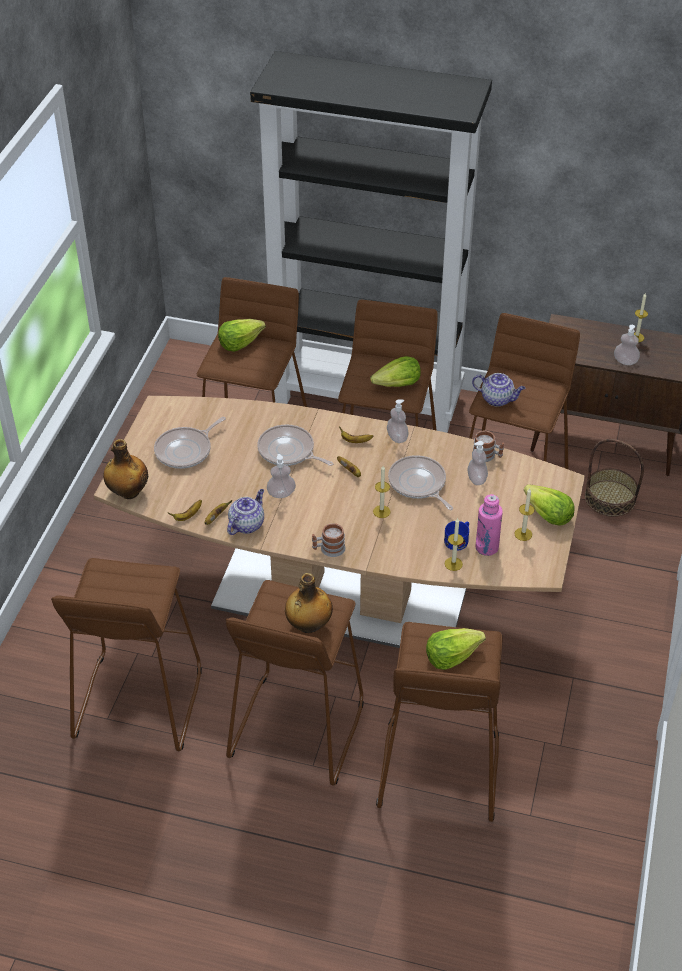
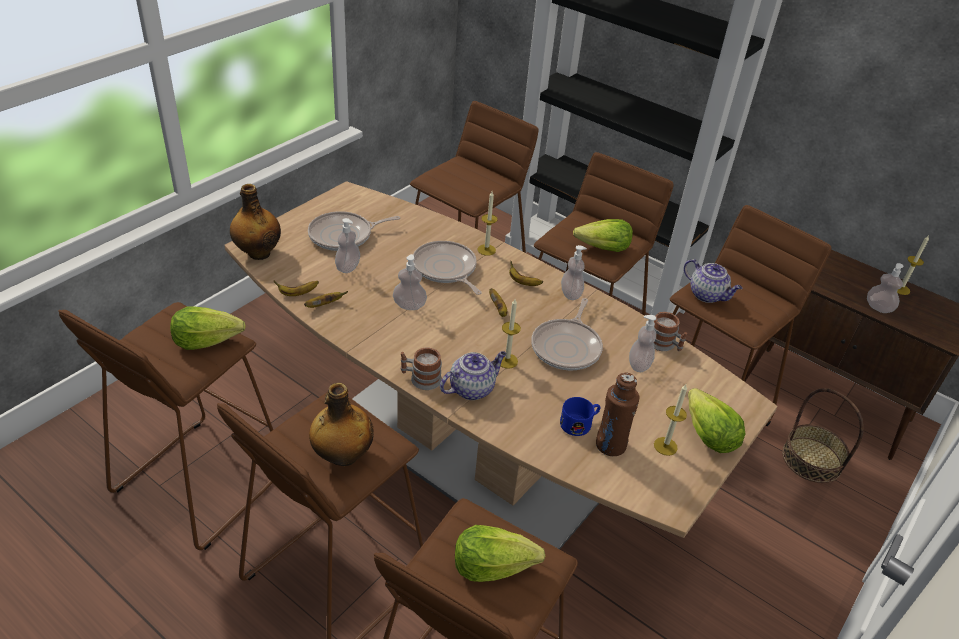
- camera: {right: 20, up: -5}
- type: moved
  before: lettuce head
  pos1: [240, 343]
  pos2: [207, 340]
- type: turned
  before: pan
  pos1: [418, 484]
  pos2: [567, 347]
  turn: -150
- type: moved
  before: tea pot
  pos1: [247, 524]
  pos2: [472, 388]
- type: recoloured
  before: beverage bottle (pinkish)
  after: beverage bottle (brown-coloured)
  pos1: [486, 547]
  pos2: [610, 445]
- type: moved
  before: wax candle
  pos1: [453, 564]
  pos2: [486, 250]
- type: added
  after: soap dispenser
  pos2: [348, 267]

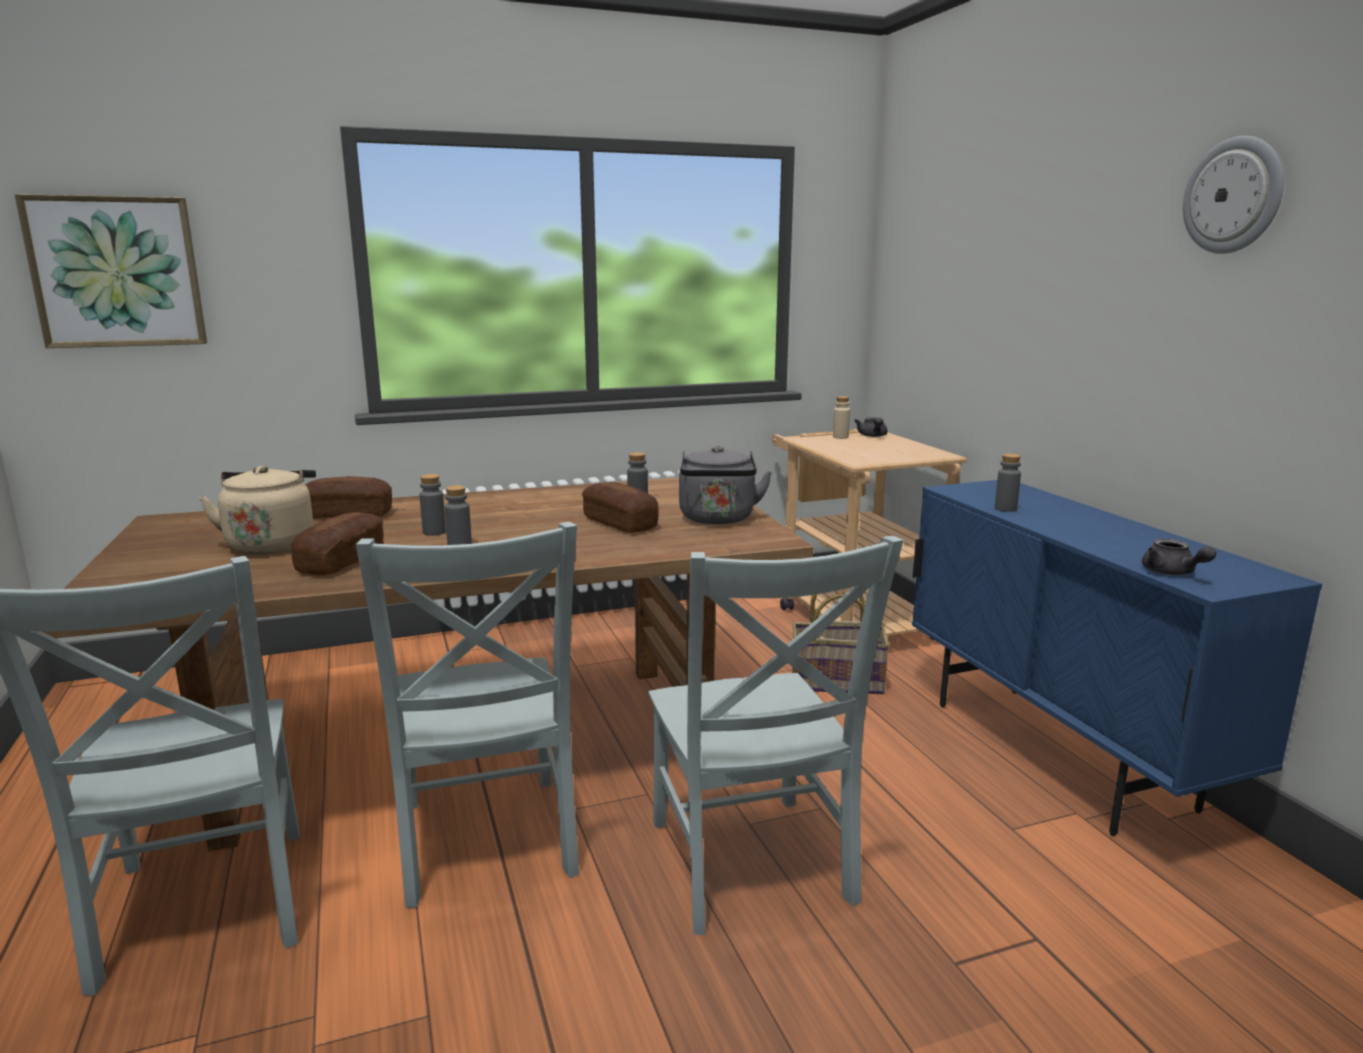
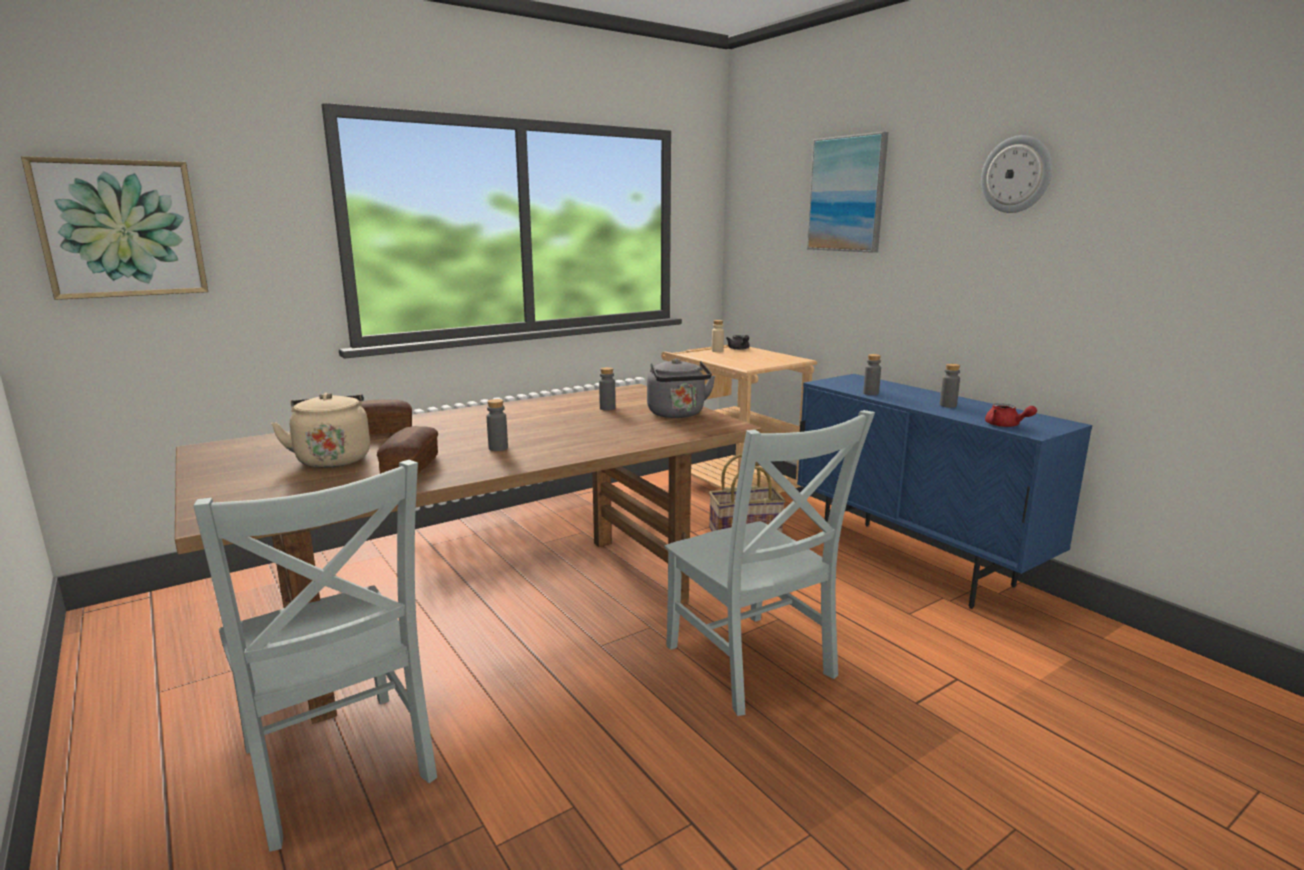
- camera: {right: -15, up: 0}
- type: moved
  before: beverage bottle (gray)
  pos1: [434, 532]
  pos2: [948, 405]
- type: removed
  before: bread
  pos1: [620, 523]
- type: removed
  before: chair (gray)
  pos1: [486, 844]
- type: recoloured
  before: tea pot (gray)
  after: tea pot (reddish)
  pos1: [1172, 573]
  pos2: [1006, 426]
- type: added
  after: wall picture
  pos2: [847, 194]

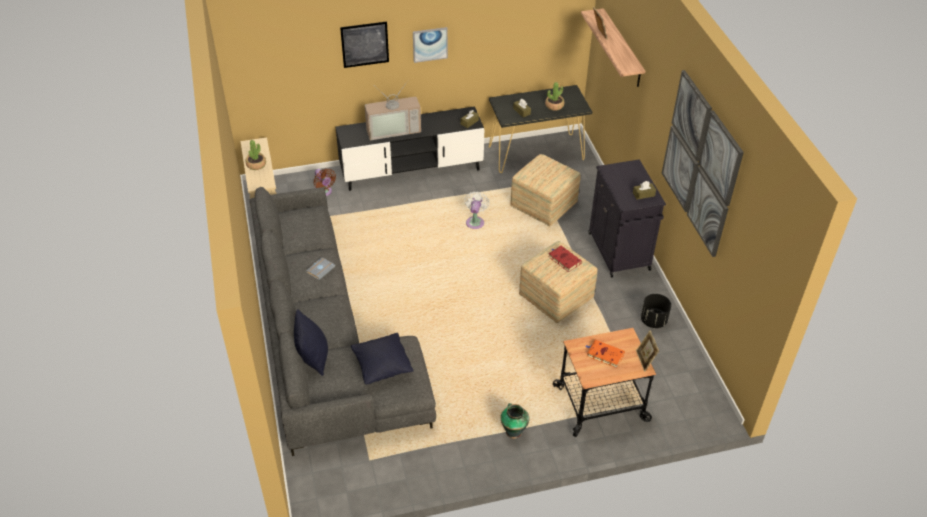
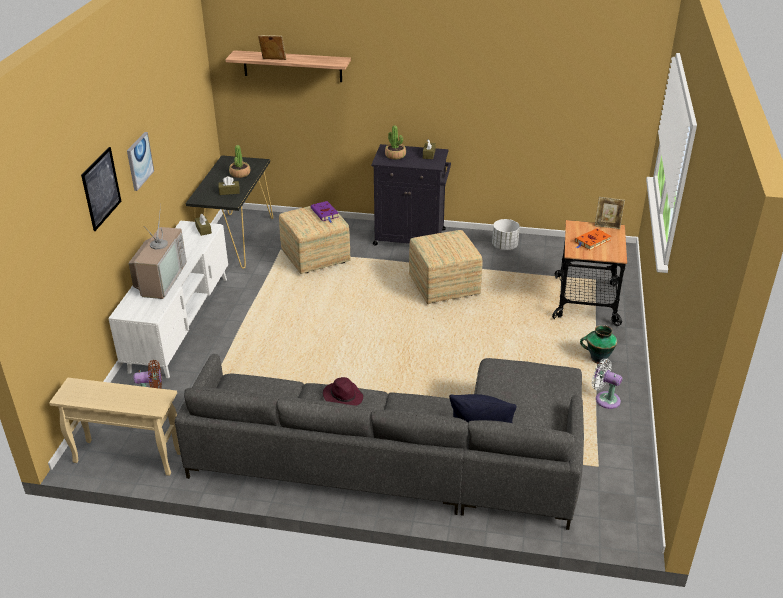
- camera: {right: -65, up: -10}
- type: removed
  before: wall picture
  pos1: [700, 163]
- type: recoloured
  before: tv stand (blackish)
  after: tv stand (white-coloured)
  pos1: [411, 170]
  pos2: [180, 323]
- type: moved
  before: plant in a pot
  pos1: [256, 164]
  pos2: [395, 155]
- type: moved
  before: electric fan (white-coloured)
  pos1: [475, 221]
  pos2: [605, 399]
- type: removed
  before: bound book (reddish)
  pos1: [563, 259]
- type: replaced
  before: bound book (gray)
  after: clothing hat (purple)
  pos1: [320, 269]
  pos2: [342, 397]
- type: recoloured
  before: planter (blackish)
  after: planter (white-coloured)
  pos1: [653, 321]
  pos2: [504, 246]
- type: removed
  before: cushion (blackish)
  pos1: [382, 367]
- type: added
  after: bound book (purple)
  pos2: [325, 213]

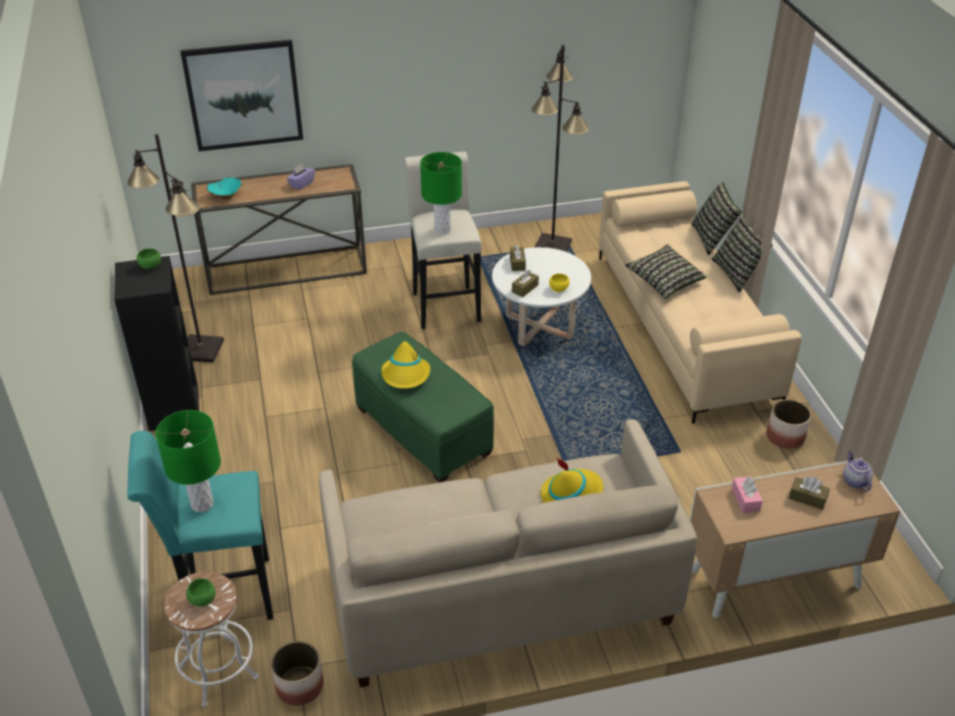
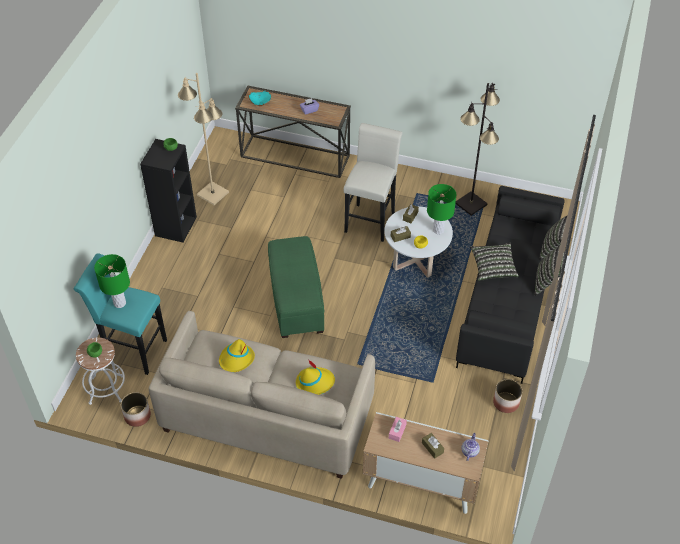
- camera: {right: 30, up: 10}
- type: removed
  before: wall picture
  pos1: [244, 95]
- type: recoloured
  before: floor lamp (blackish)
  after: floor lamp (sand-coloured)
  pos1: [201, 349]
  pos2: [213, 193]
- type: moved
  before: tabletop lamp (green-coloured)
  pos1: [442, 229]
  pos2: [438, 230]
- type: recoloured
  before: couch (sand-coloured)
  after: couch (blackish)
  pos1: [684, 327]
  pos2: [508, 300]
- type: moved
  before: clothing hat (yellow)
  pos1: [406, 376]
  pos2: [236, 359]

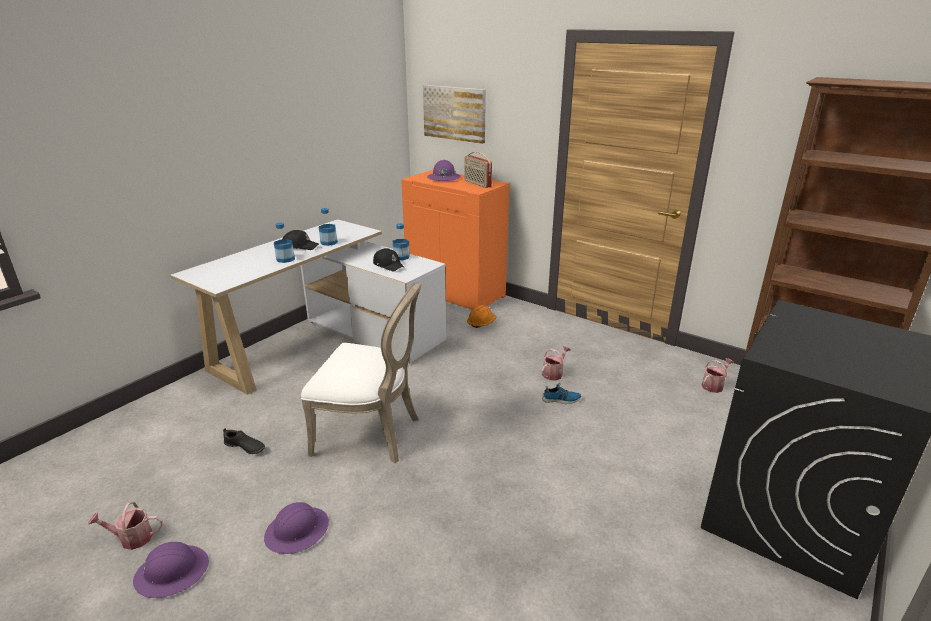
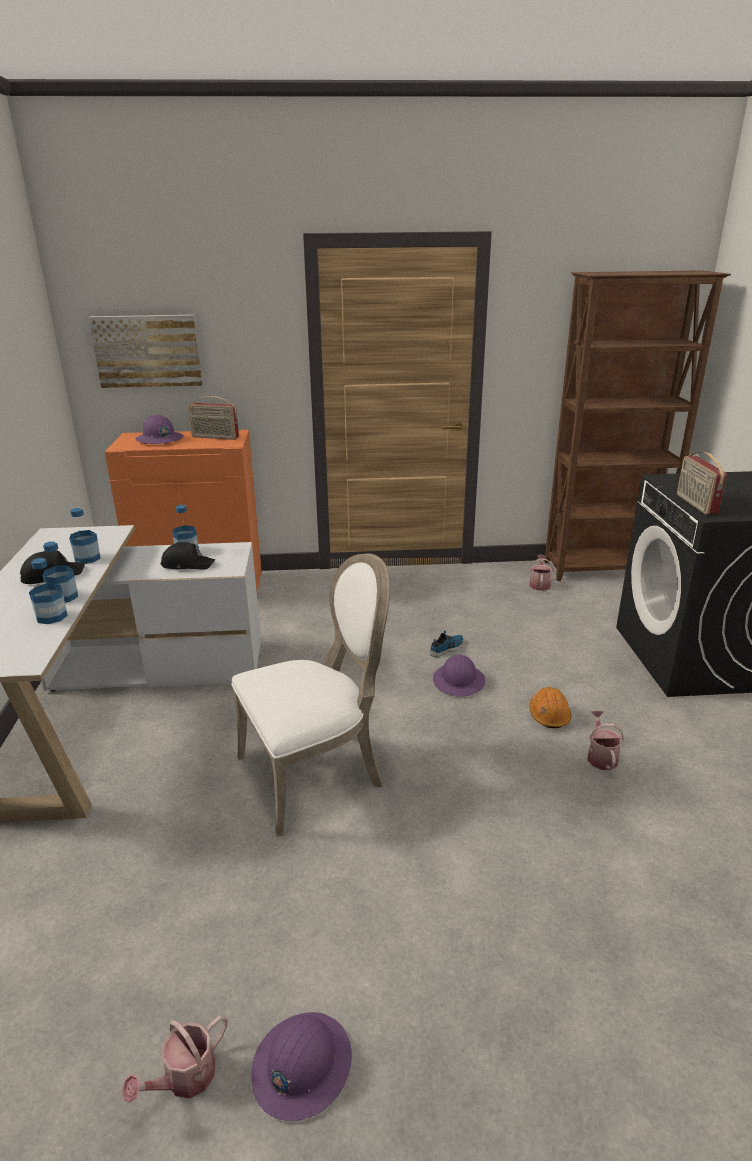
- camera: {right: -40, up: 0}
- type: moved
  before: hard hat (orangey)
  pos1: [481, 322]
  pos2: [549, 715]
- type: moved
  before: watering pot
  pos1: [554, 373]
  pos2: [601, 756]
- type: removed
  before: low shoe (blackish)
  pos1: [245, 447]
- type: moved
  before: hard hat (purple)
  pos1: [297, 531]
  pos2: [459, 681]
- type: added
  after: radio receiver
  pos2: [695, 504]
- type: added
  after: beverage bottle
  pos2: [52, 616]

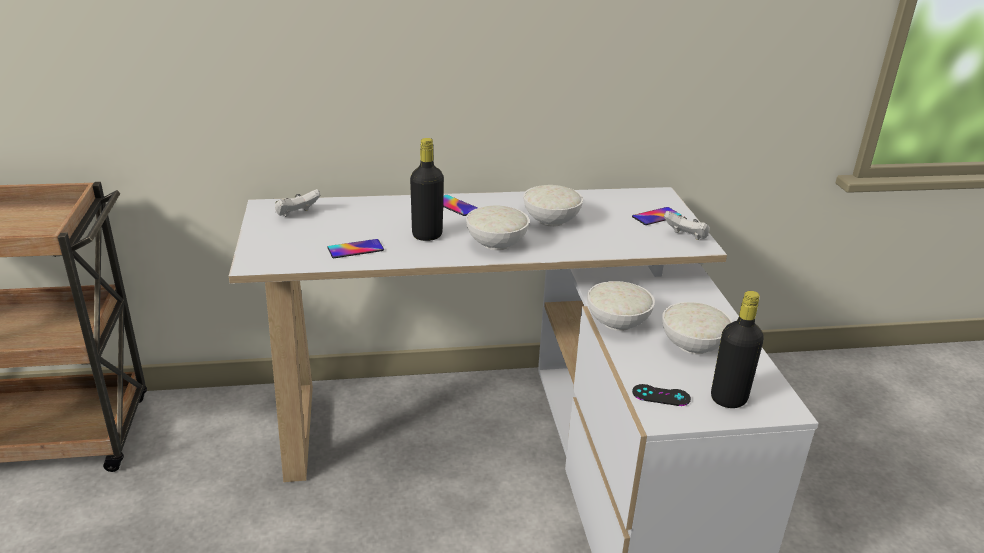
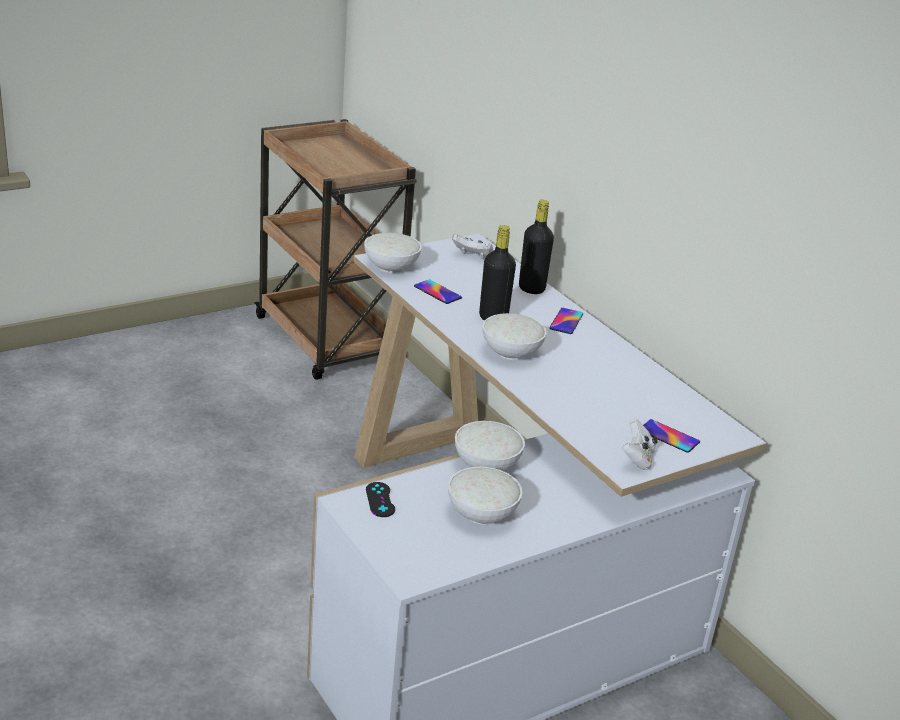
- camera: {right: 65, up: 0}
- type: moved
  before: deep dish (white-coloured)
  pos1: [551, 220]
  pos2: [392, 267]
- type: moved
  before: beverage bottle (blackish)
  pos1: [728, 399]
  pos2: [531, 289]

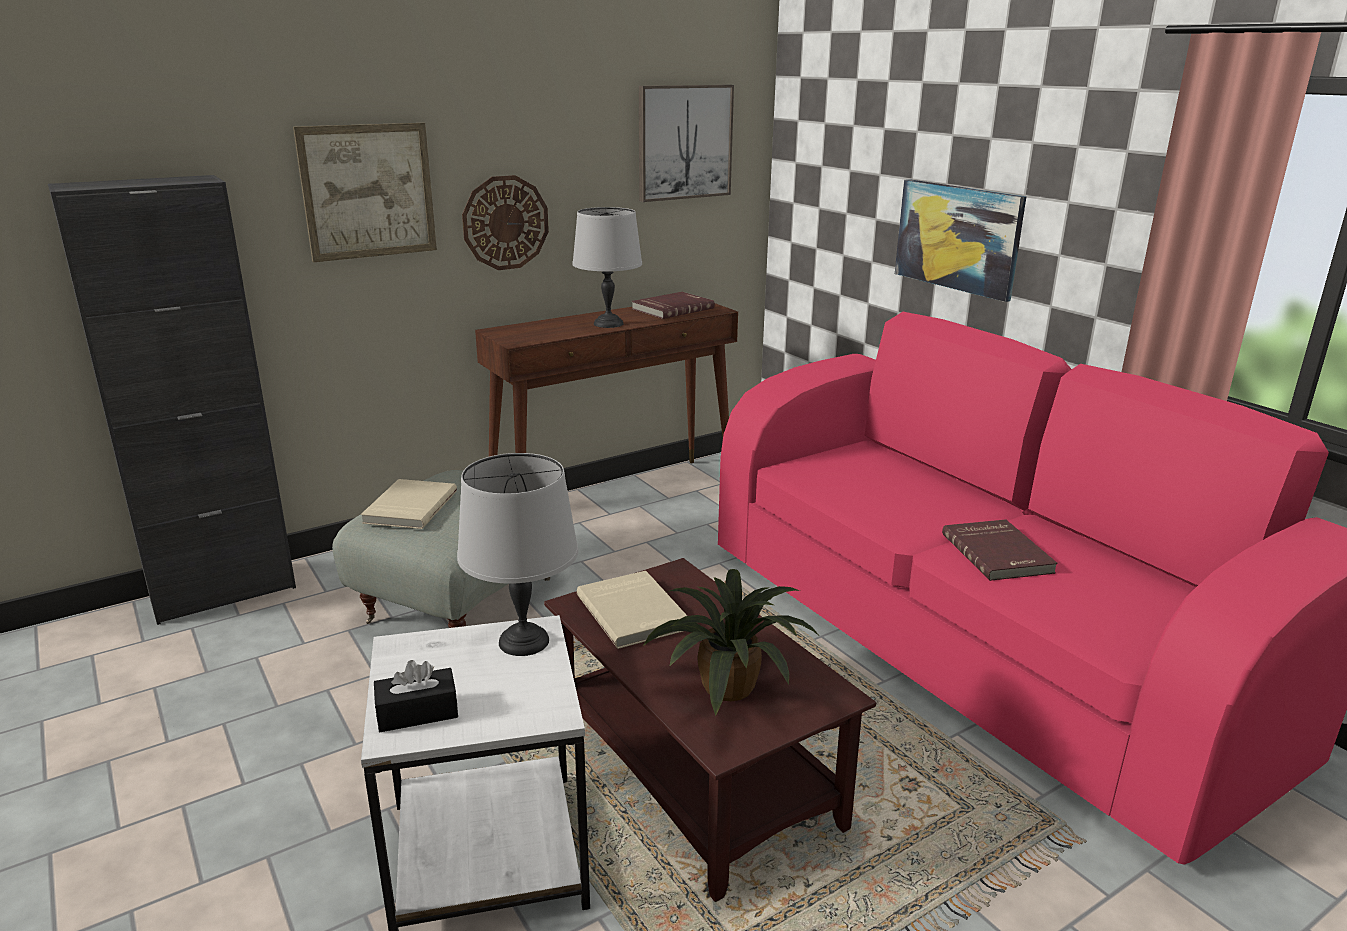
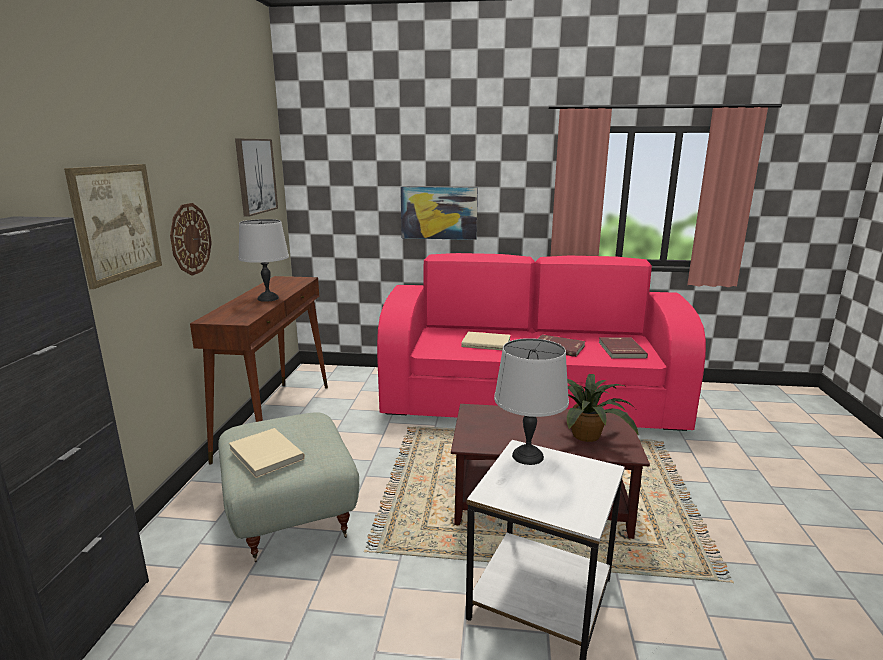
- camera: {right: -50, up: -5}
- type: moved
  before: bound book (reddish)
  pos1: [672, 308]
  pos2: [620, 350]
- type: moved
  before: bound book (sand-coloured)
  pos1: [634, 612]
  pos2: [486, 343]
- type: removed
  before: box of tissues (blackish)
  pos1: [417, 713]

